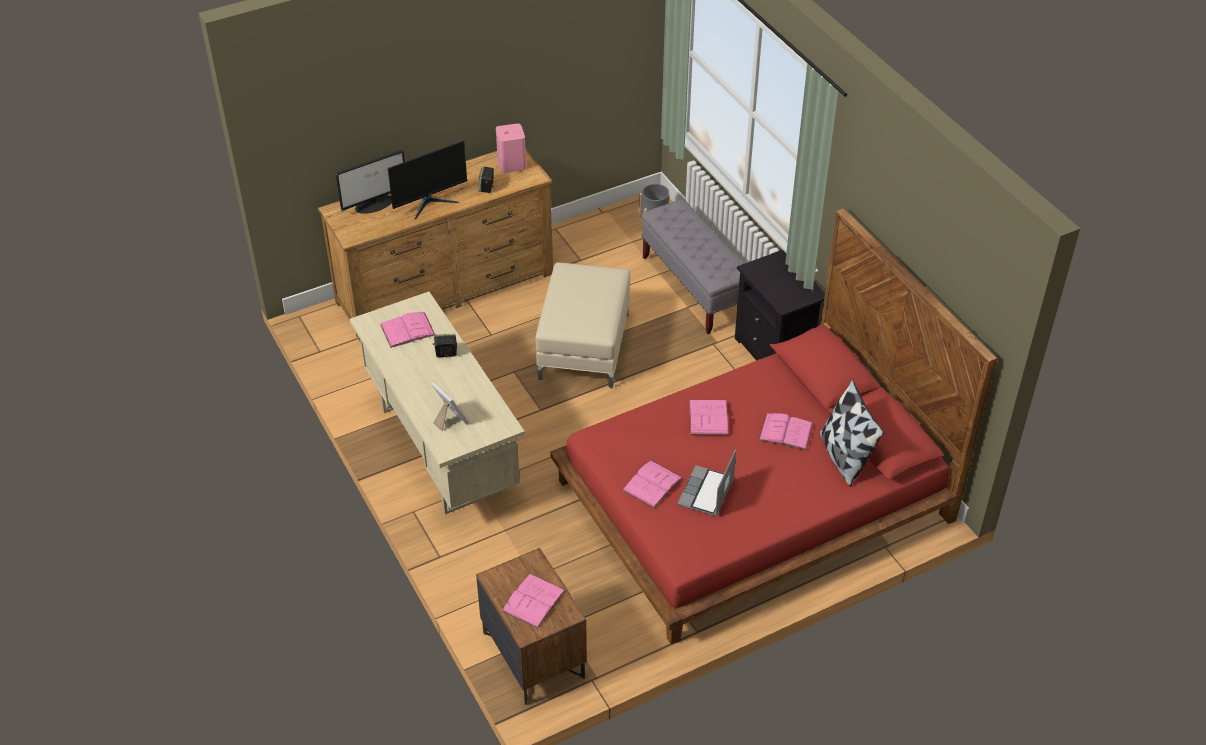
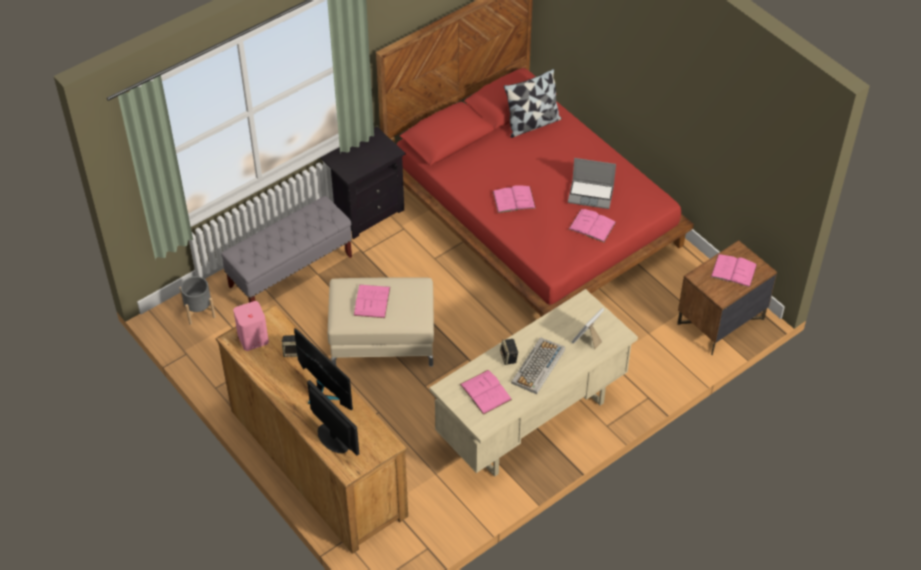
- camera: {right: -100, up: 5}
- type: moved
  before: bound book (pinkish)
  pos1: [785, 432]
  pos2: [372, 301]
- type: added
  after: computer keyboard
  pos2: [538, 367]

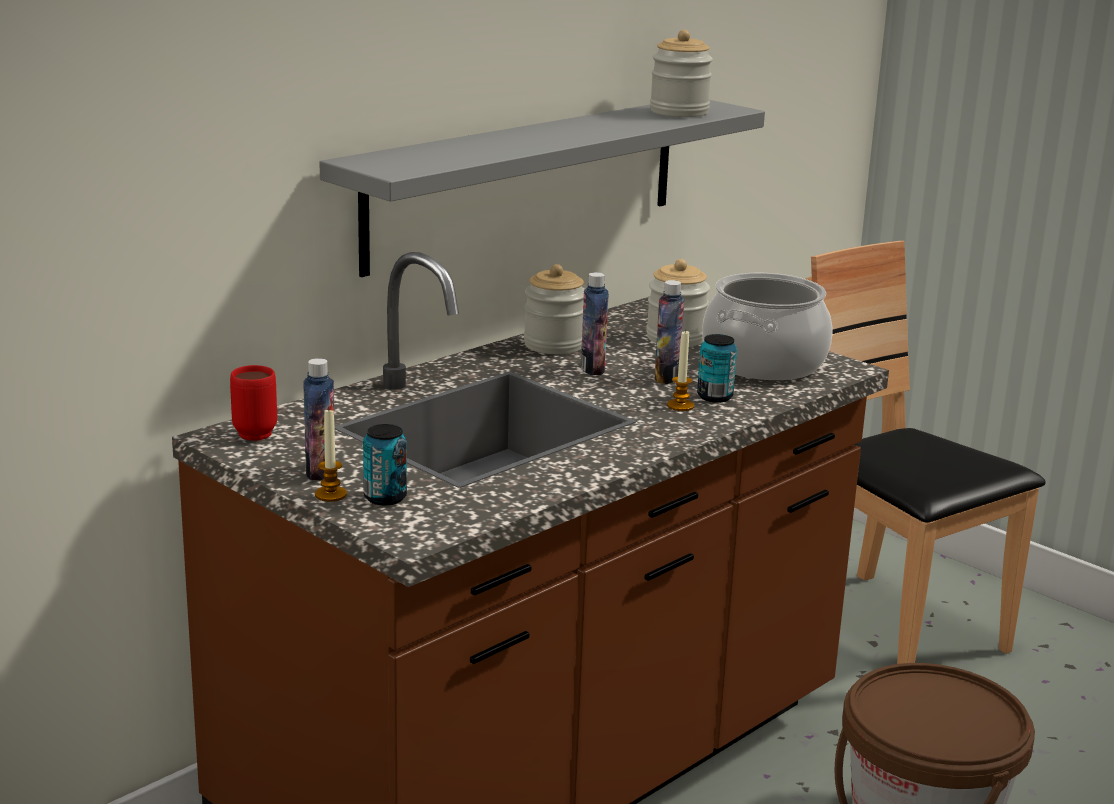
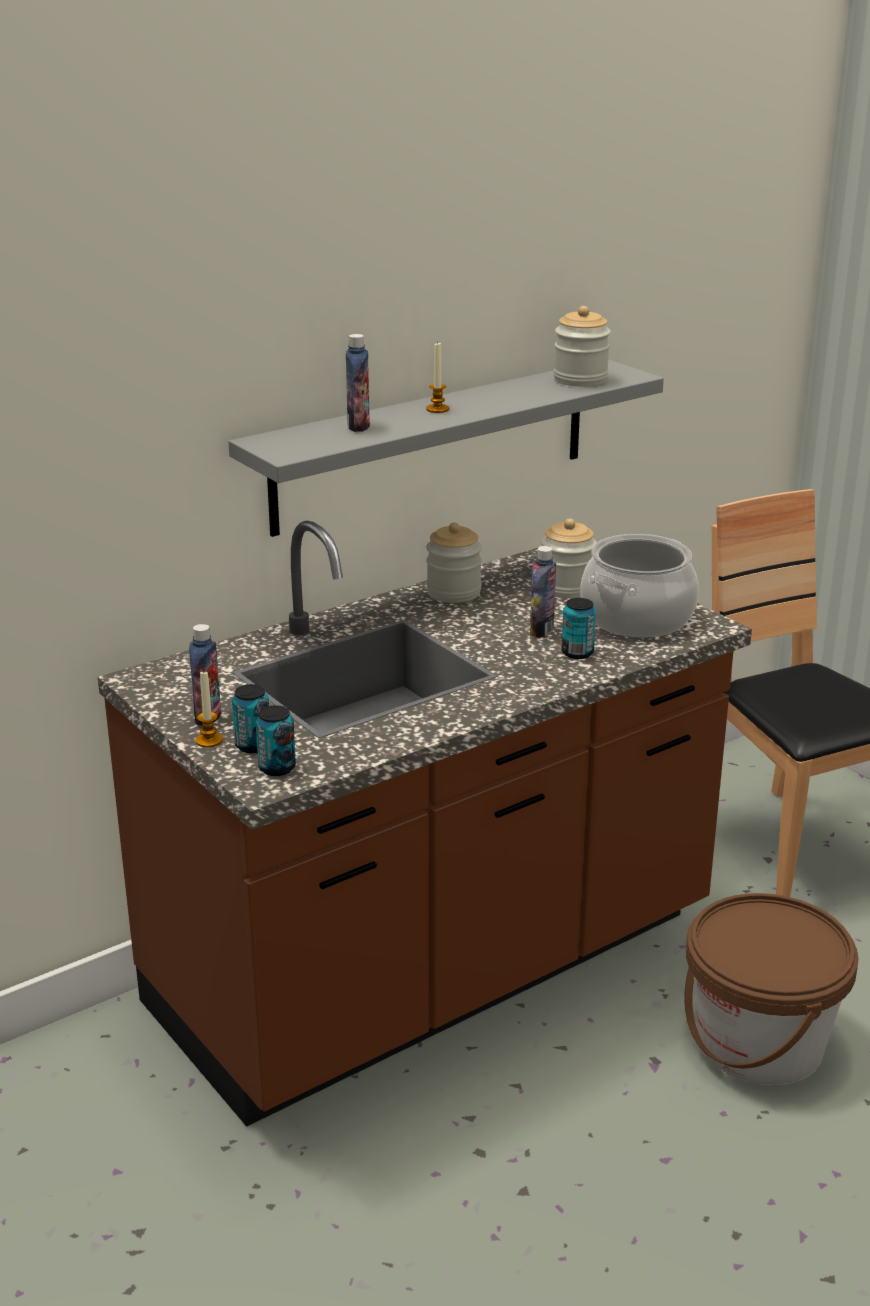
- camera: {right: 10, up: 5}
- type: moved
  before: beverage bottle
  pos1: [592, 369]
  pos2: [358, 426]
- type: moved
  before: wax candle
  pos1: [680, 406]
  pos2: [437, 409]
- type: removed
  before: coffee mug (reddish)
  pos1: [251, 432]
- type: added
  after: can
  pos2: [277, 768]

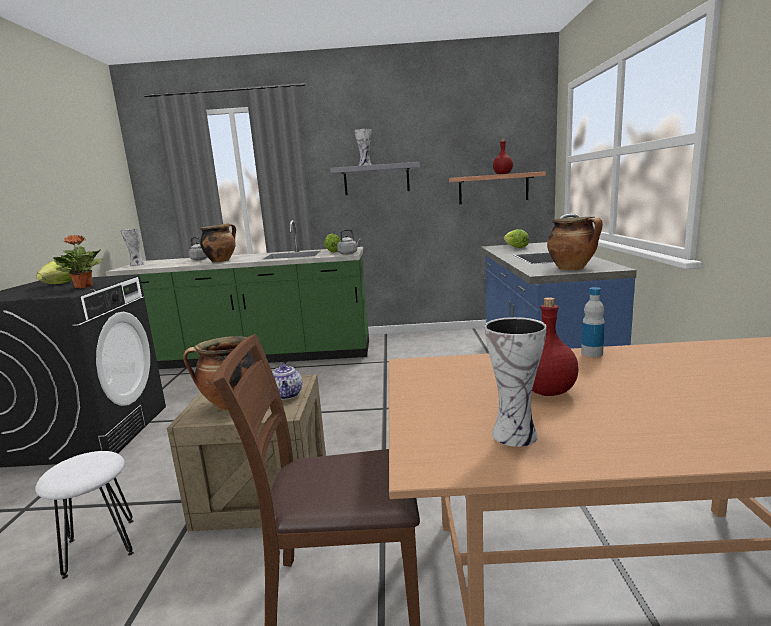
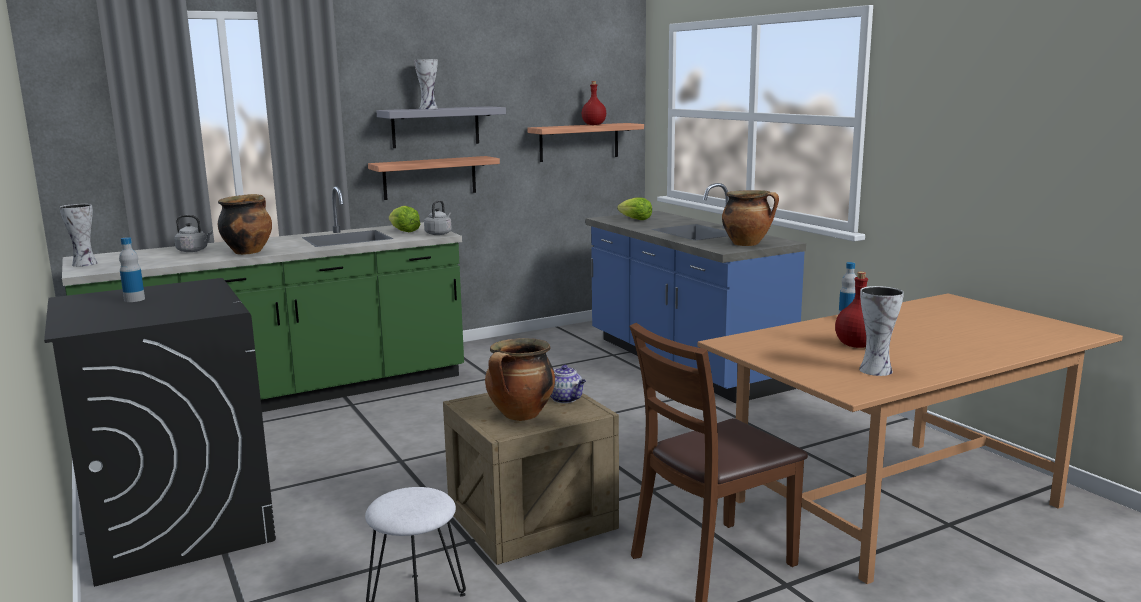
- camera: {right: -30, up: 0}
- type: removed
  before: plant in a pot
  pos1: [84, 287]
- type: replaced
  before: lettuce head
  after: beverage bottle
  pos1: [59, 284]
  pos2: [134, 299]
- type: added
  after: shelf
  pos2: [430, 177]

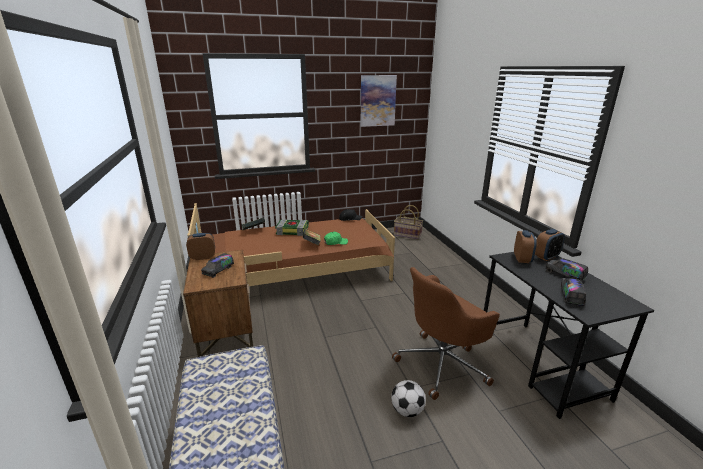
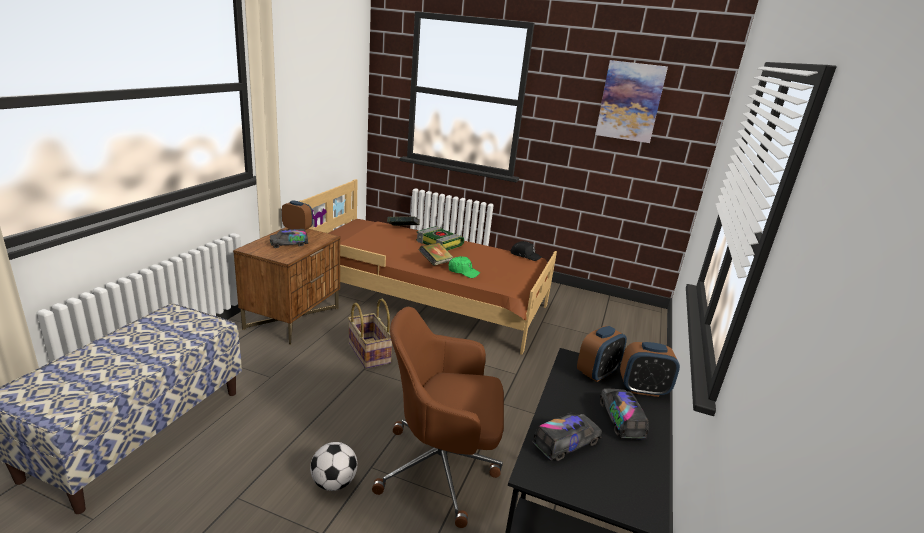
- camera: {right: 35, up: 0}
- type: moved
  before: storage basket
  pos1: [407, 235]
  pos2: [368, 353]

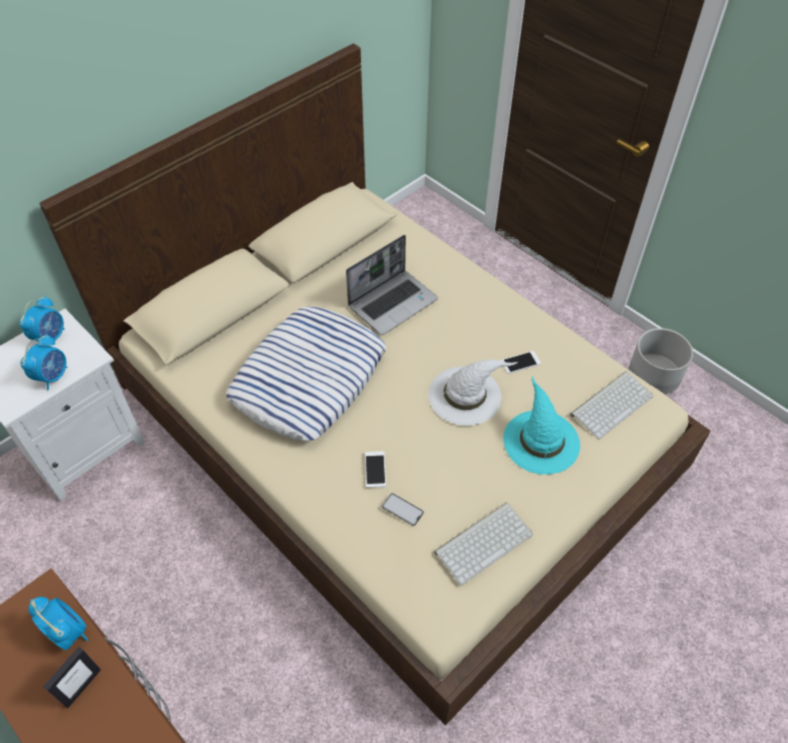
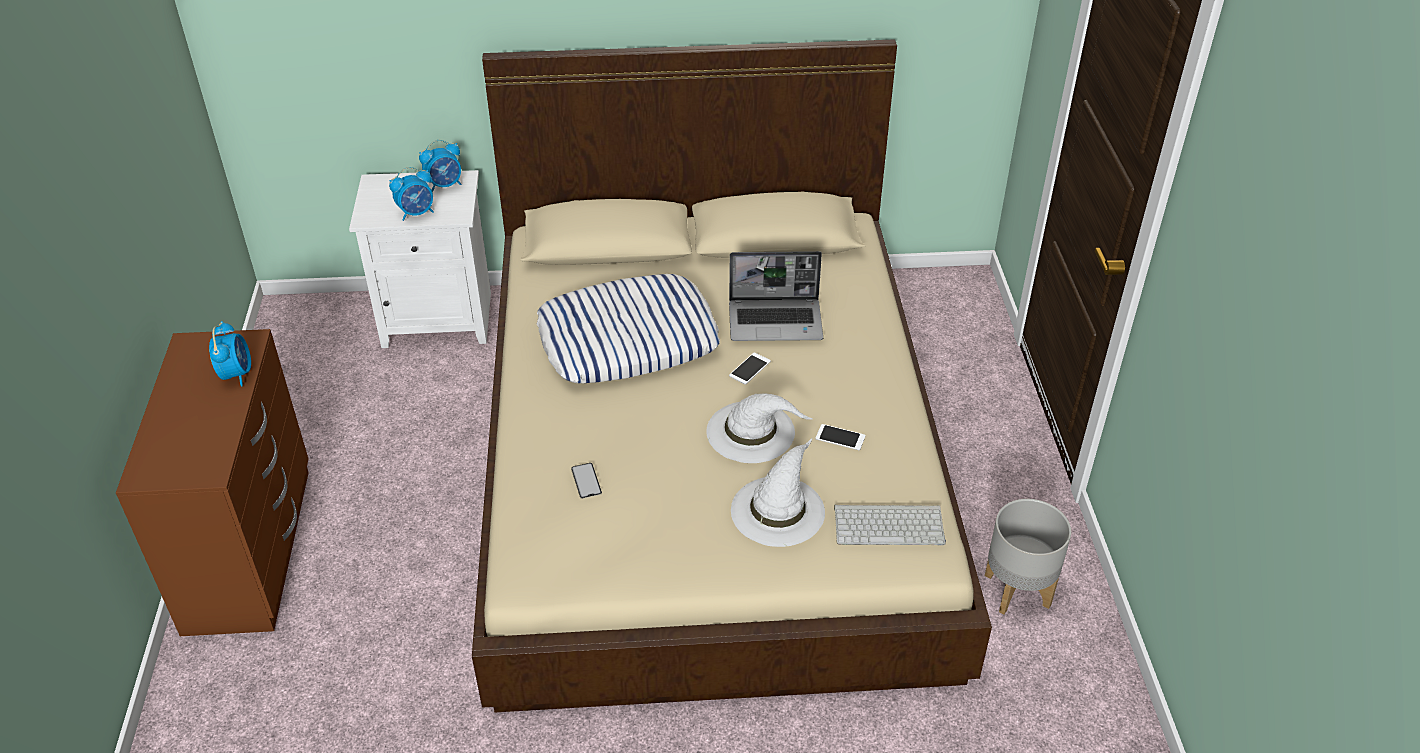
- camera: {right: 40, up: -10}
- type: recoloured
  before: clothing hat (turquoise)
  after: clothing hat (white-coloured)
  pos1: [540, 440]
  pos2: [778, 509]
- type: moved
  before: telephone
  pos1: [375, 469]
  pos2: [749, 368]
- type: removed
  before: computer keyboard
  pos1: [484, 541]
- type: removed
  before: photo frame
  pos1: [82, 686]

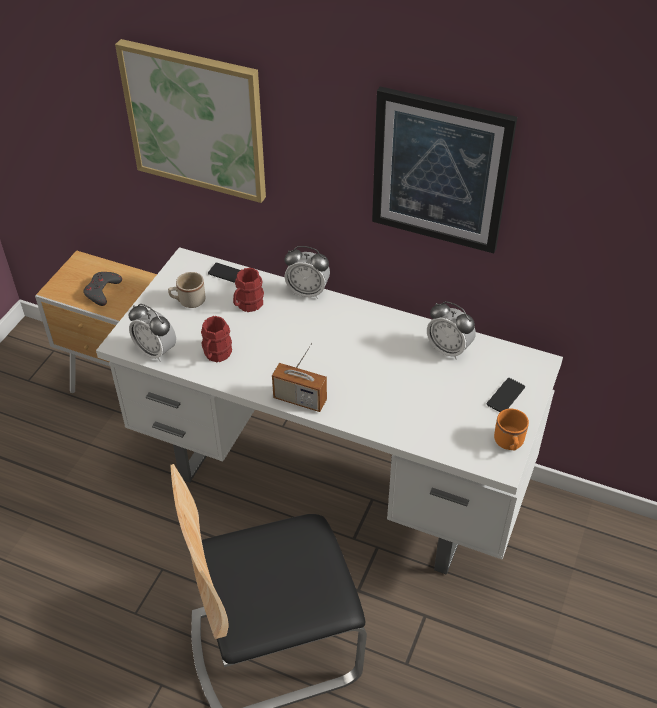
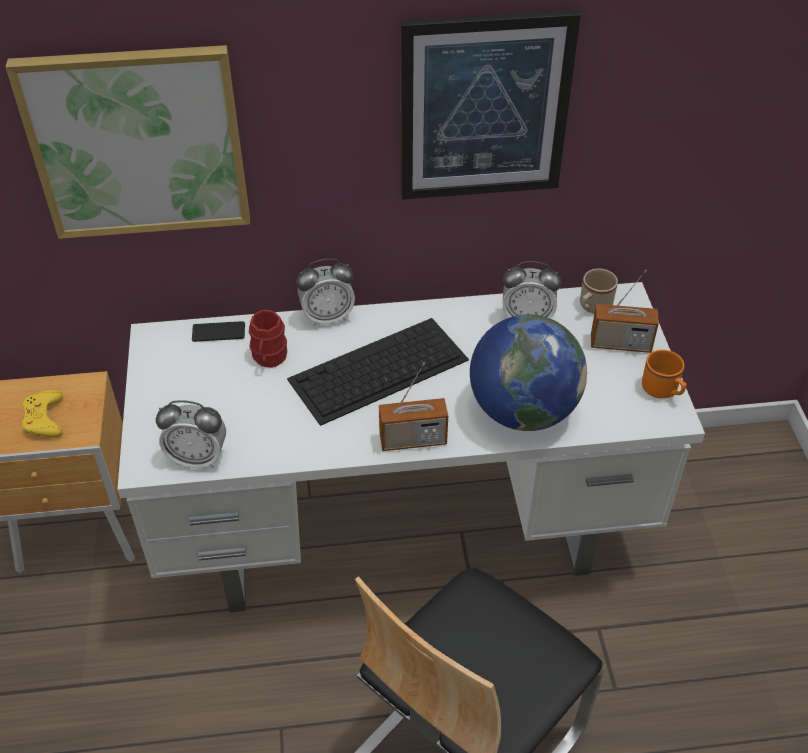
- camera: {right: -30, up: 0}
- type: recoloured
  before: gamepad (gray)
  after: gamepad (yellow)
  pos1: [102, 291]
  pos2: [44, 419]
- type: moved
  before: coffee mug (sand-coloured)
  pos1: [188, 301]
  pos2: [592, 307]
- type: removed
  before: coffee mug (reddish)
  pos1: [216, 354]
- type: replaced
  before: telephone
  after: radio receiver
  pos1: [505, 396]
  pos2: [620, 344]
- type: added
  after: world globe
  pos2: [522, 411]
- type: added
  after: computer keyboard
  pos2: [377, 371]

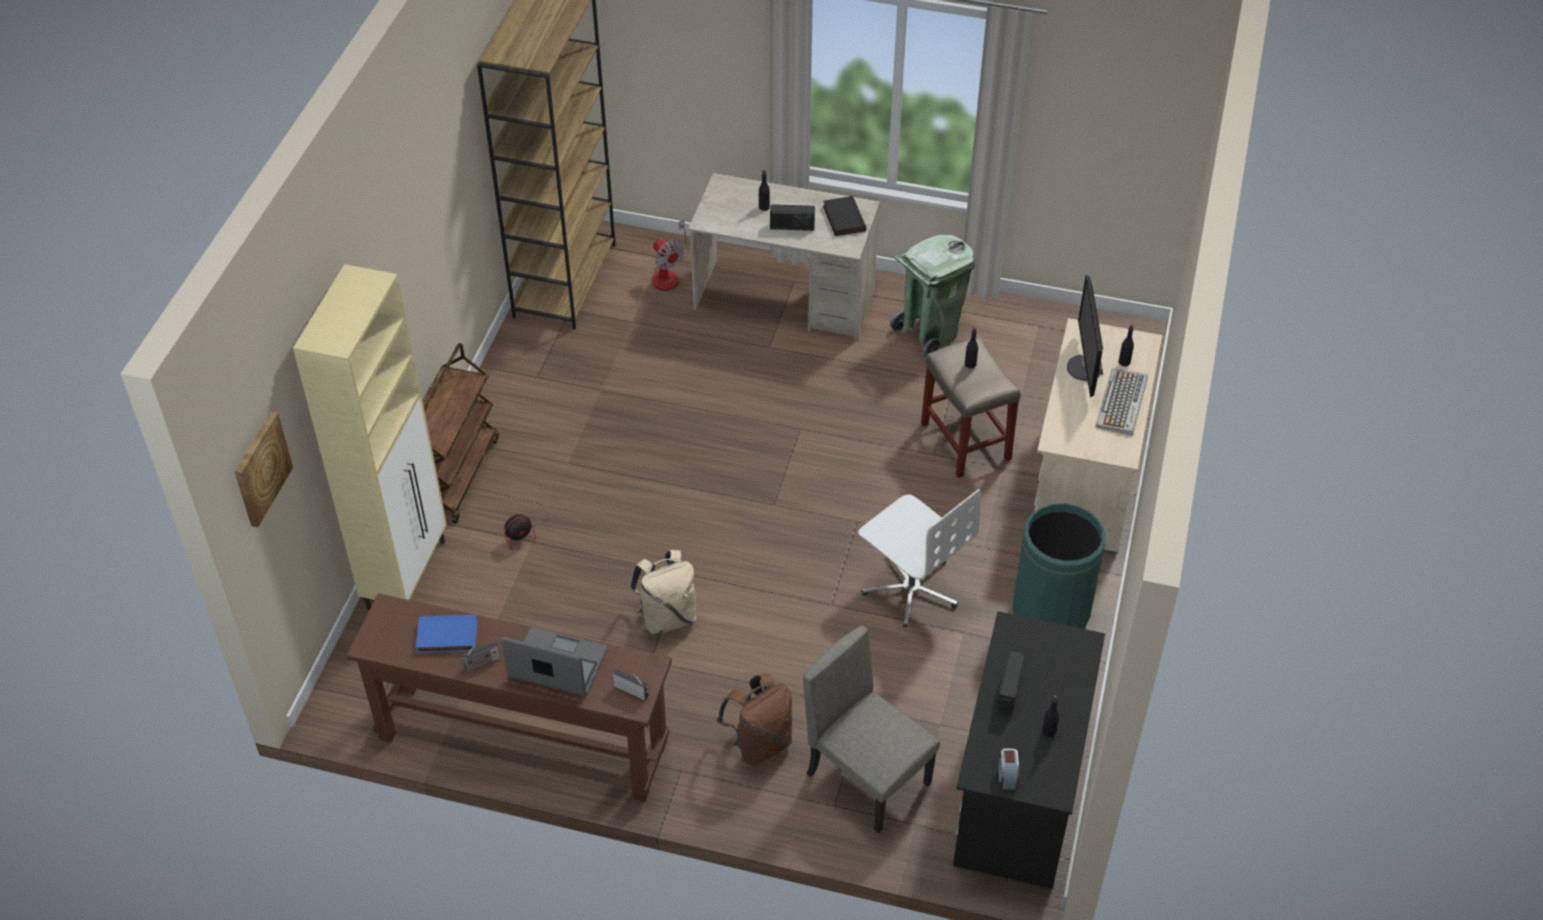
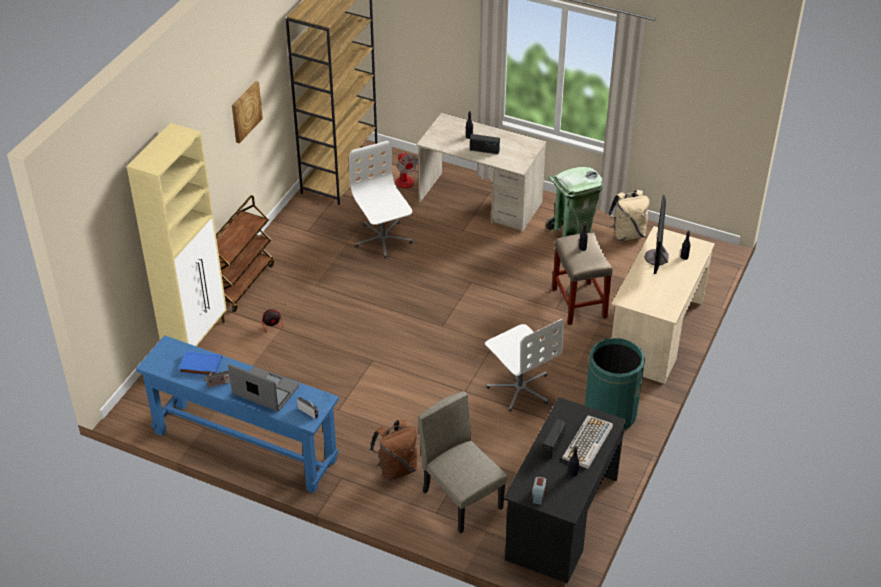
- camera: {right: 10, up: -5}
- type: removed
  before: bound book (blackish)
  pos1: [842, 218]
- type: moved
  before: computer keyboard
  pos1: [1122, 403]
  pos2: [587, 443]
- type: moved
  before: wall picture
  pos1: [261, 468]
  pos2: [245, 111]
- type: moved
  before: rucksack (sand-coloured)
  pos1: [667, 617]
  pos2: [627, 234]
- type: recoloured
  before: narrow table (brown-coloured)
  after: narrow table (blue-coloured)
  pos1: [523, 740]
  pos2: [245, 446]
- type: added
  after: computer chair (white-coloured)
  pos2: [382, 239]

